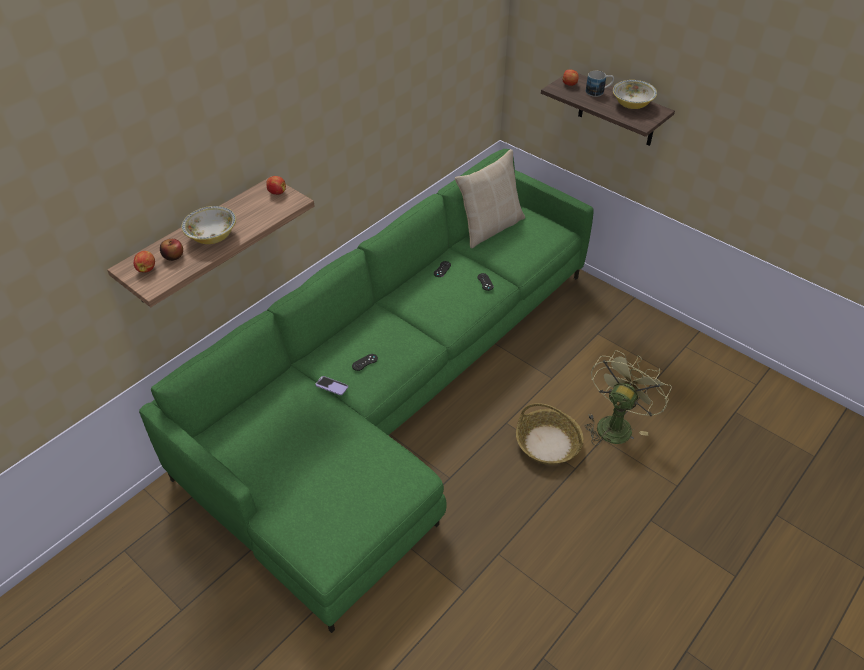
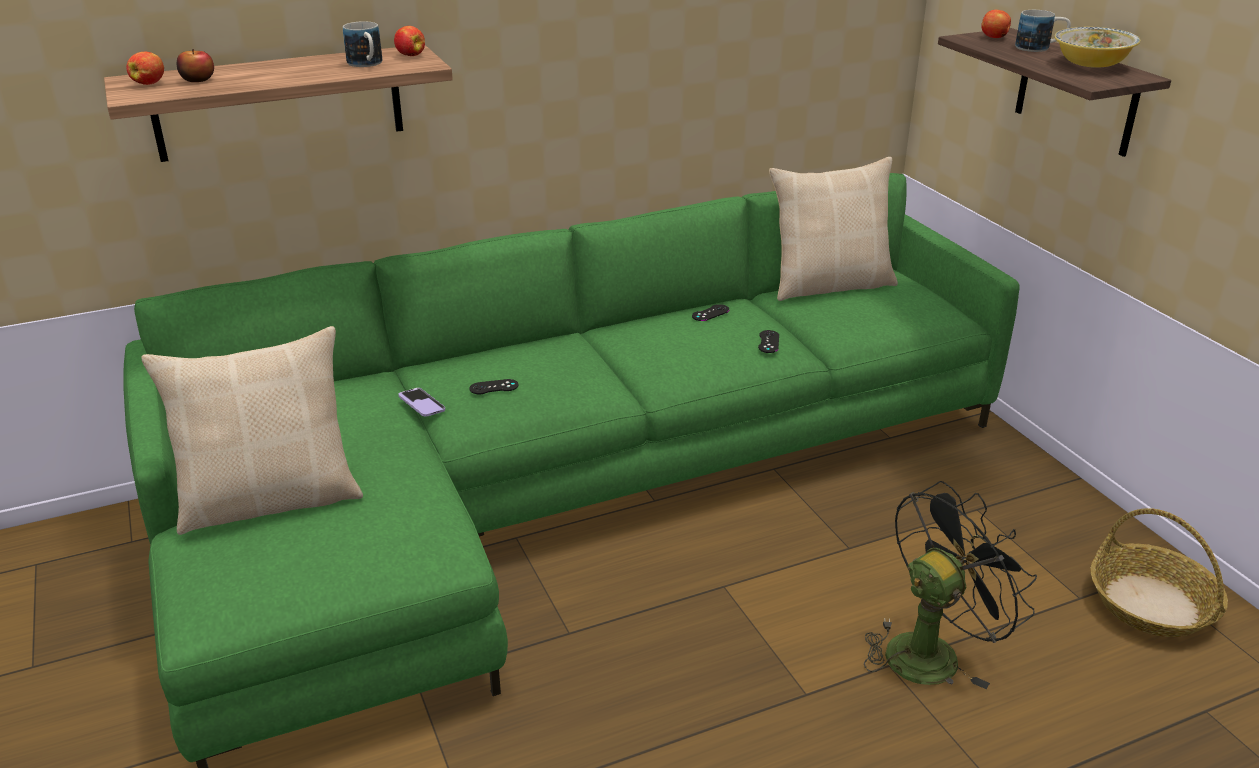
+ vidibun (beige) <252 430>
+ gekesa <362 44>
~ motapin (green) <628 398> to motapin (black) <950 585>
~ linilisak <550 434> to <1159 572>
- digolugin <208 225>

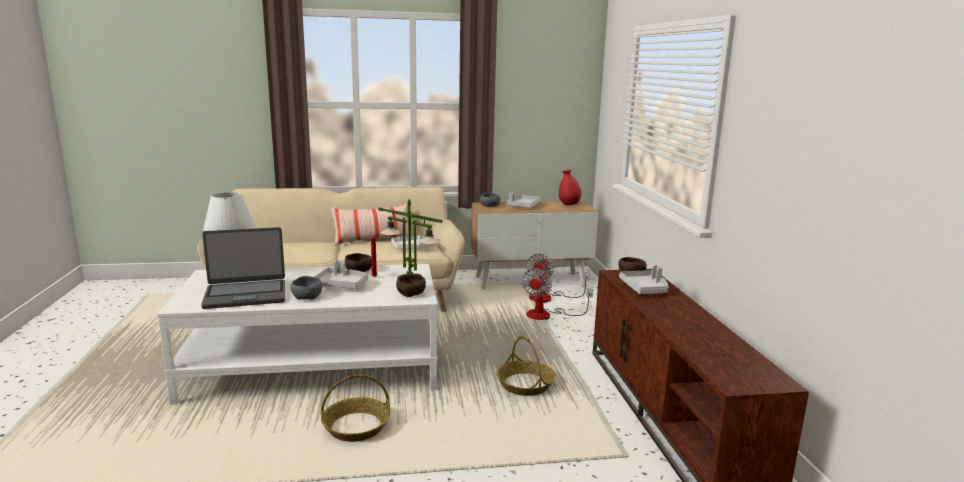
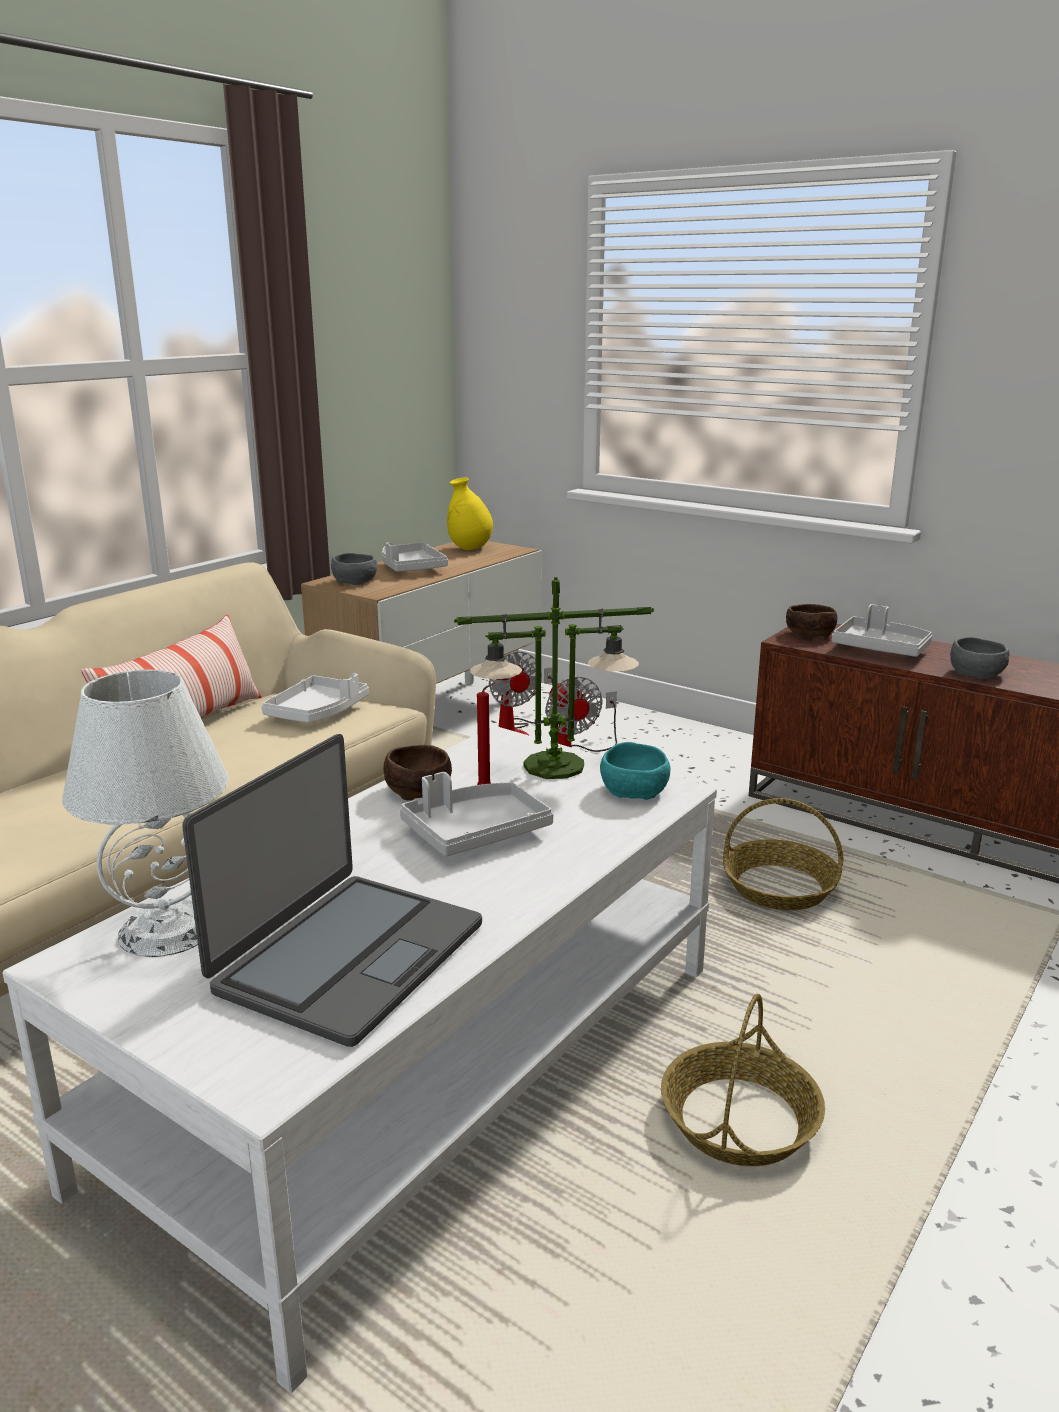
~ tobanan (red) <570 187> to tobanan (yellow) <470 514>
~ digolugin (brown) <411 285> to digolugin (turquoise) <635 771>
~ digolugin (grey) <306 288> to <980 658>

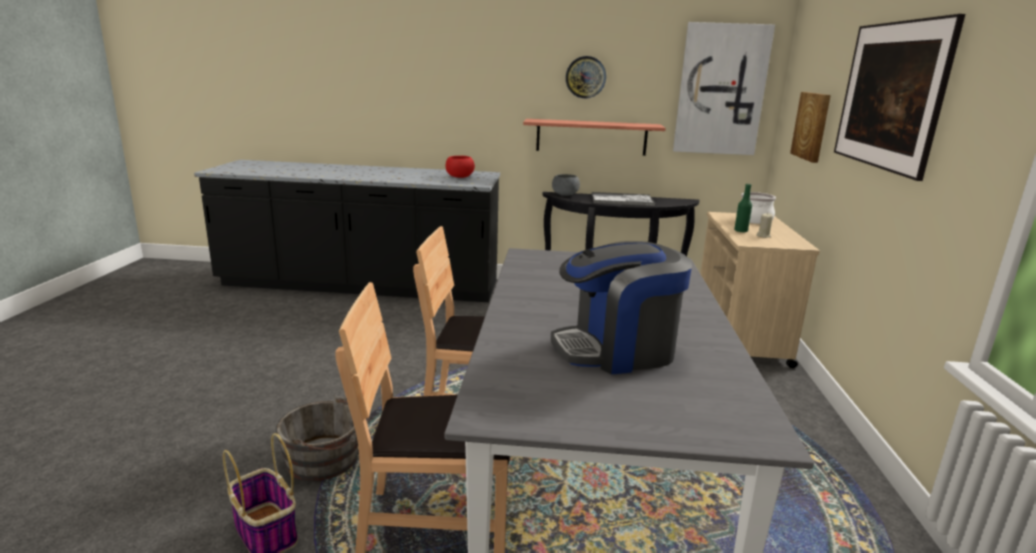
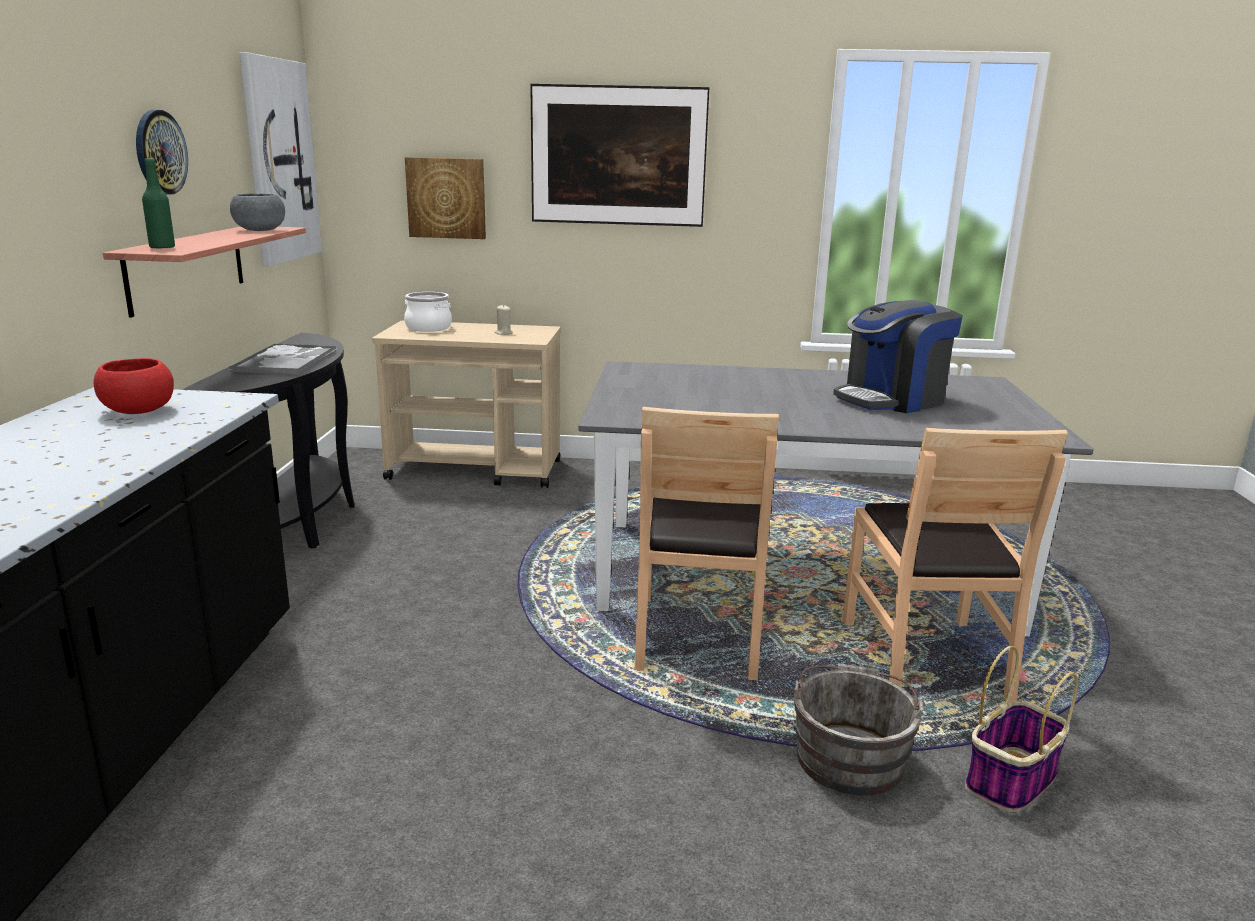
~ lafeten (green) <743 208> to <158 203>
~ digolugin (grey) <566 185> to <257 212>
~ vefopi <621 308> = <898 356> 75 degrees clockwise

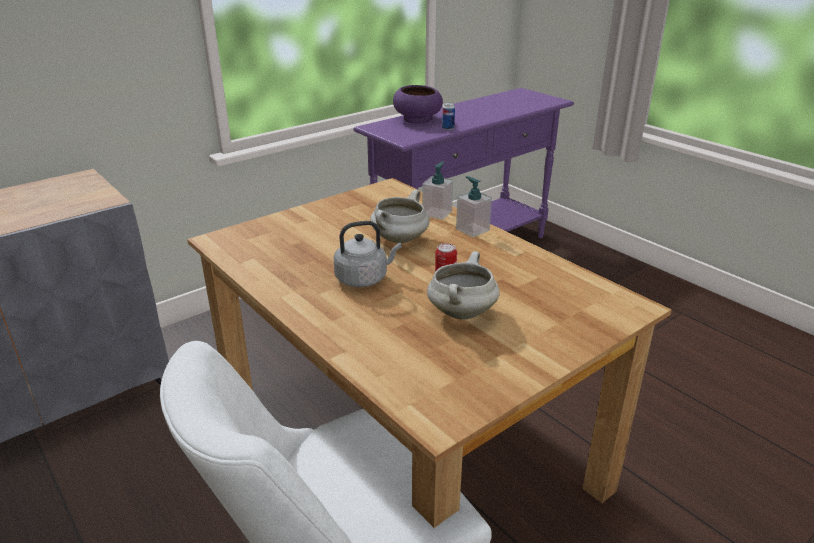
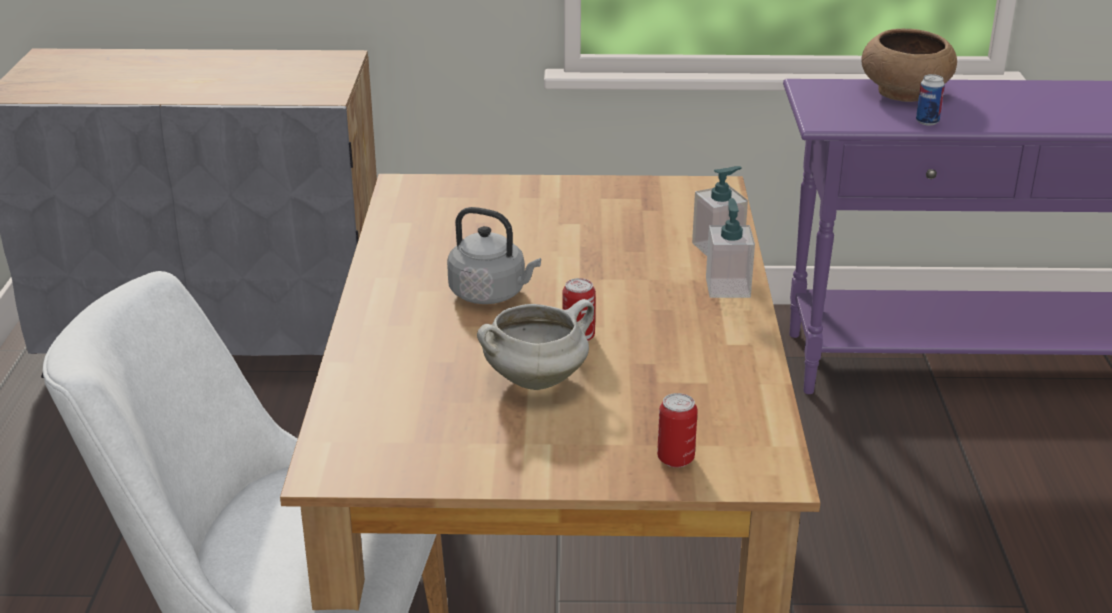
+ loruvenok <677 430>
~ digolugin (purple) <418 104> to digolugin (brown) <909 65>
- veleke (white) <400 216>

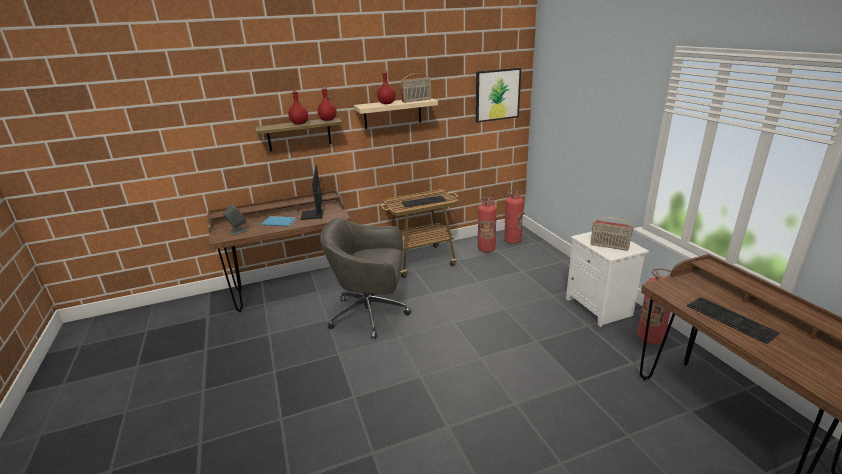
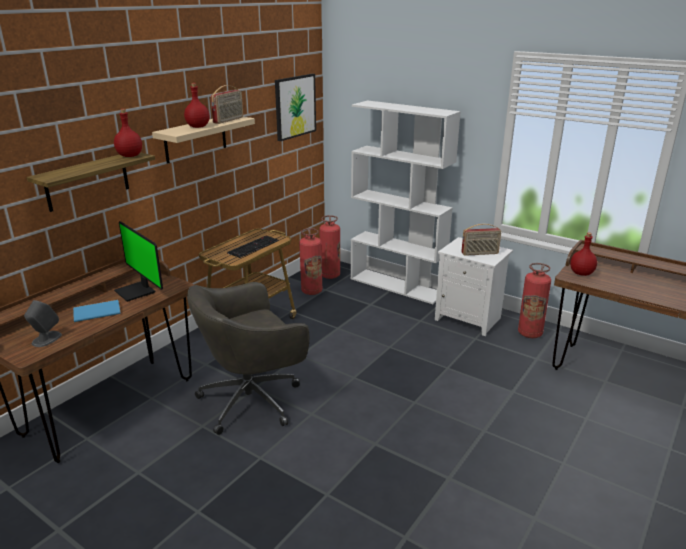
+ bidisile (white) <406 202>
~ lafeten (red) <298 107> to <583 254>
- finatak <733 320>

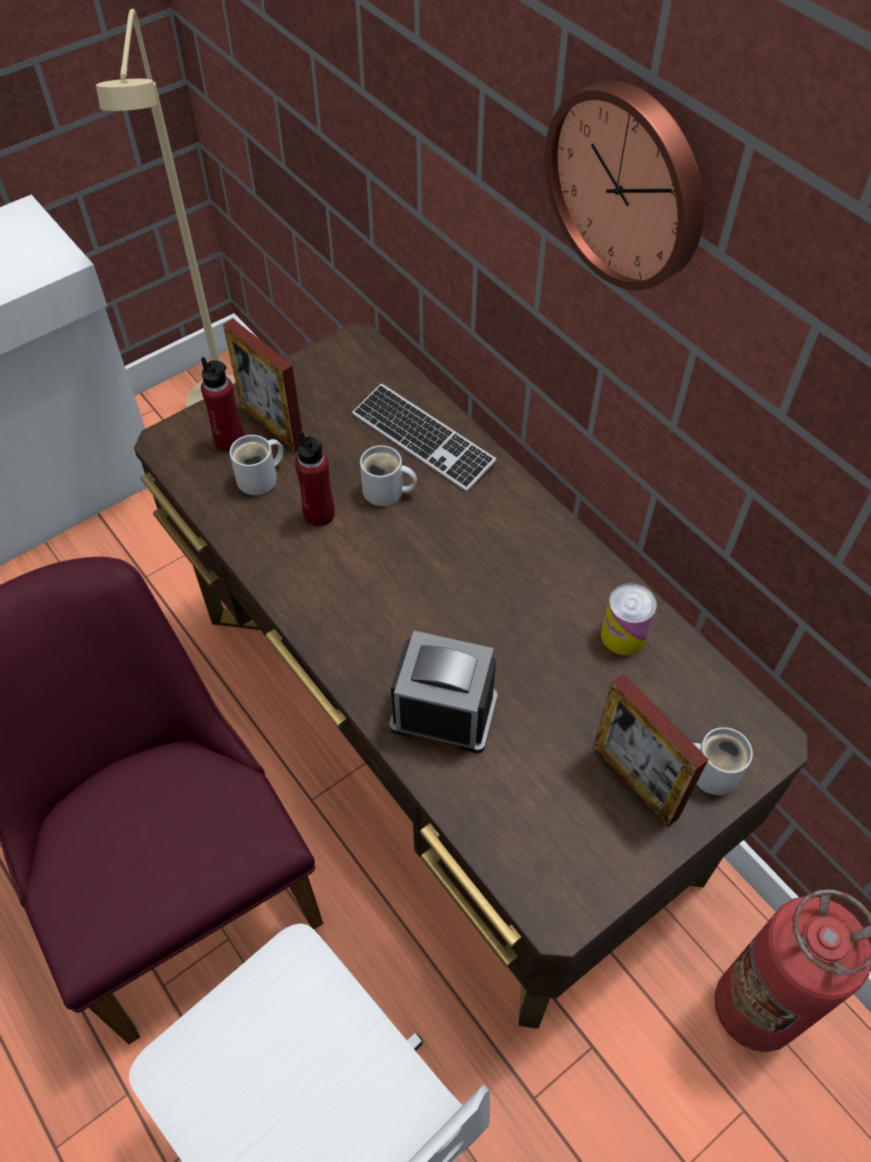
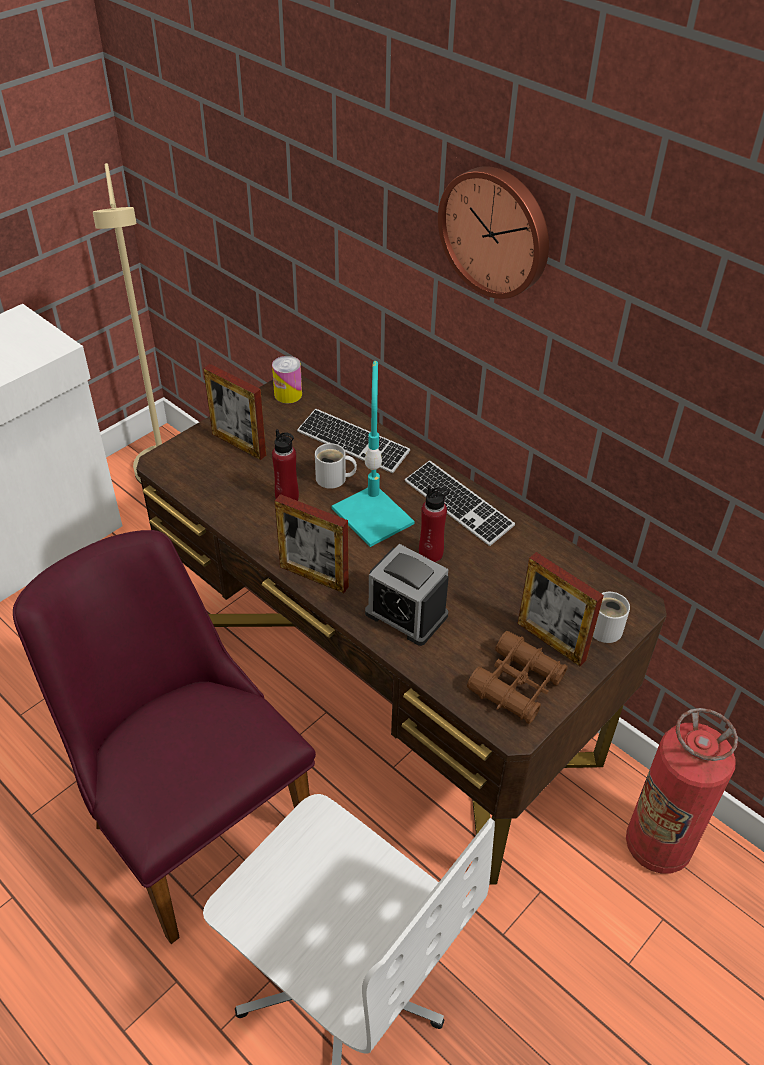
~ loruvenok <629 619> to <287 379>
+ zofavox <312 543>
+ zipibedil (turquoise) <373 454>
~ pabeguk <443 692> = <407 595> 150 degrees counterclockwise
+ finatak <460 503>
~ lafeten (red) <222 404> to <434 524>
+ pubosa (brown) <517 677>
- gekesa (white) <256 465>

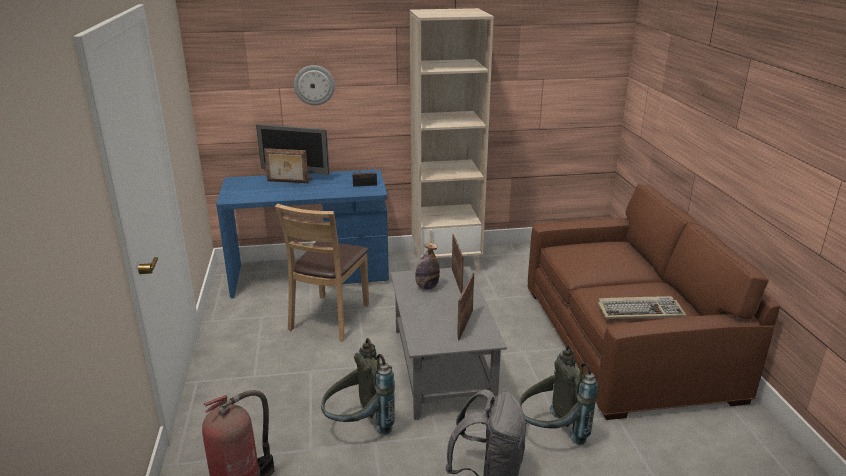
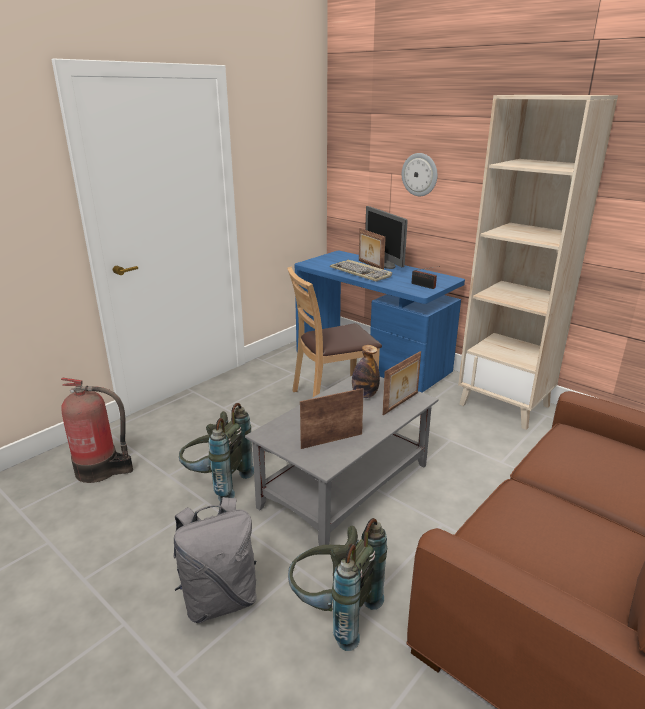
~ finatak <642 307> to <361 271>

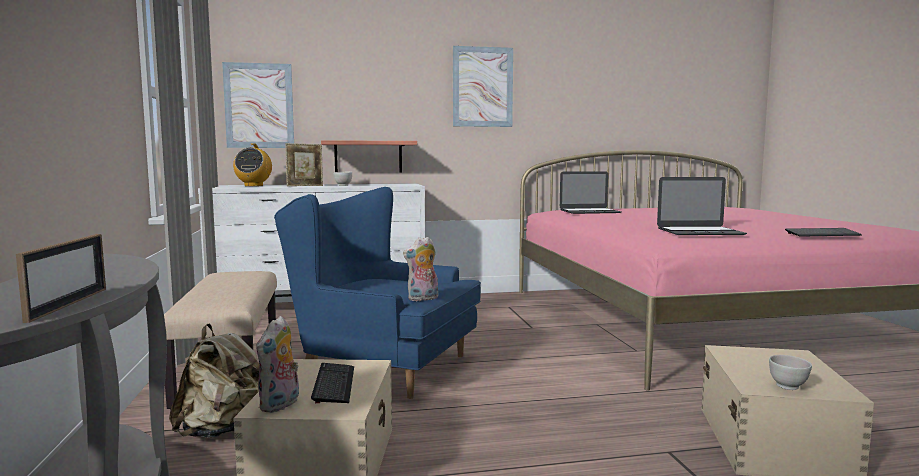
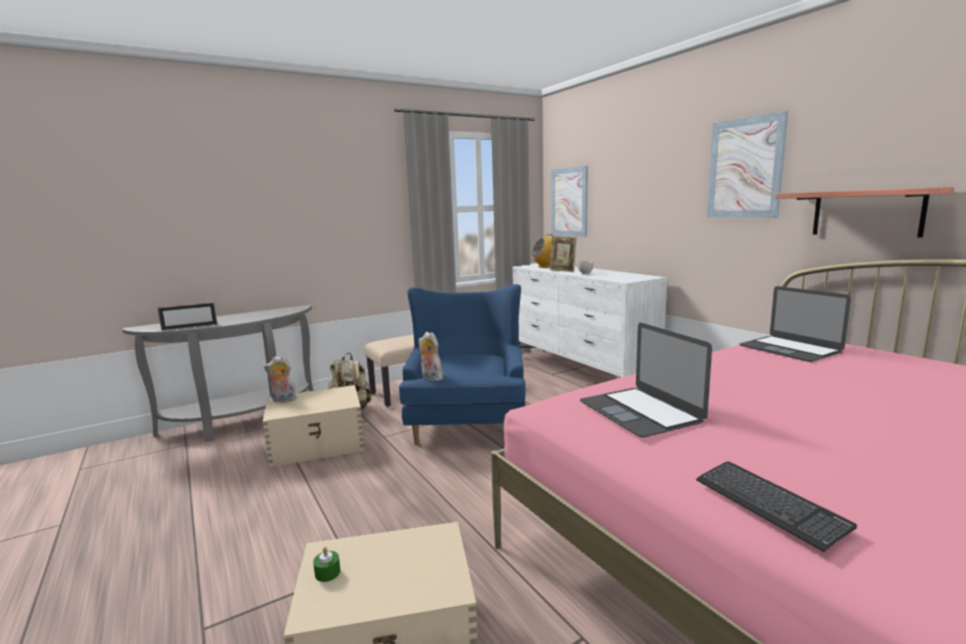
~ digolugin (white) <790 372> to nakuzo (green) <326 564>
~ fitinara <369 156> to <864 212>
- finatak <332 383>

